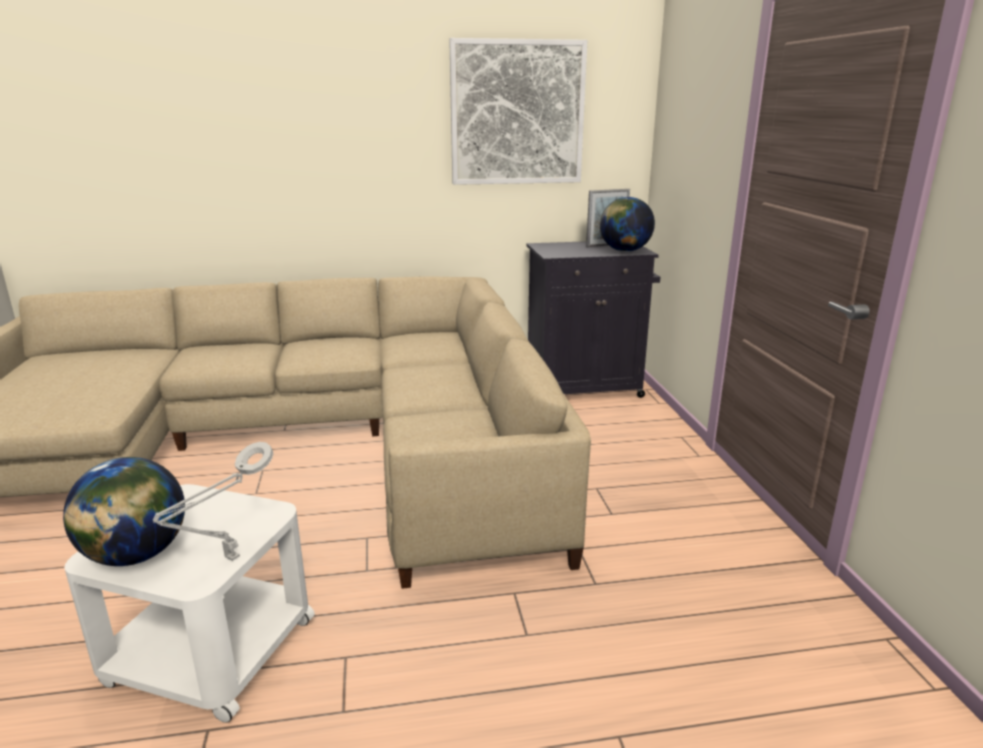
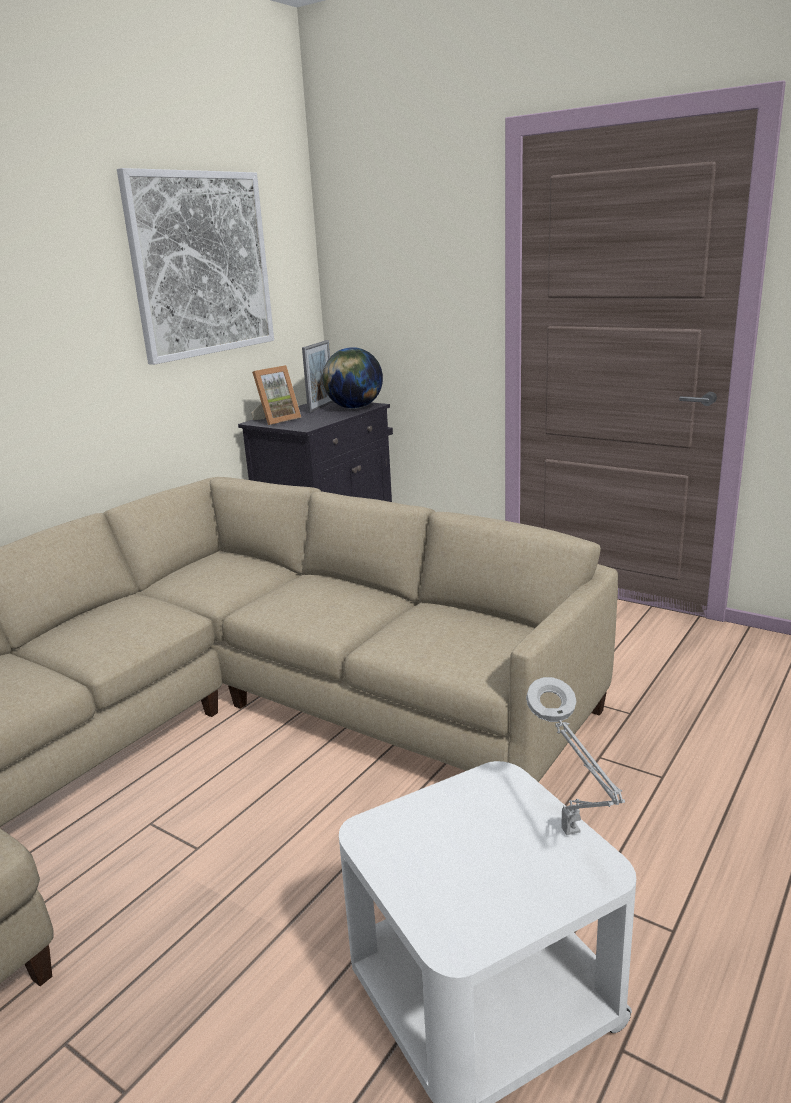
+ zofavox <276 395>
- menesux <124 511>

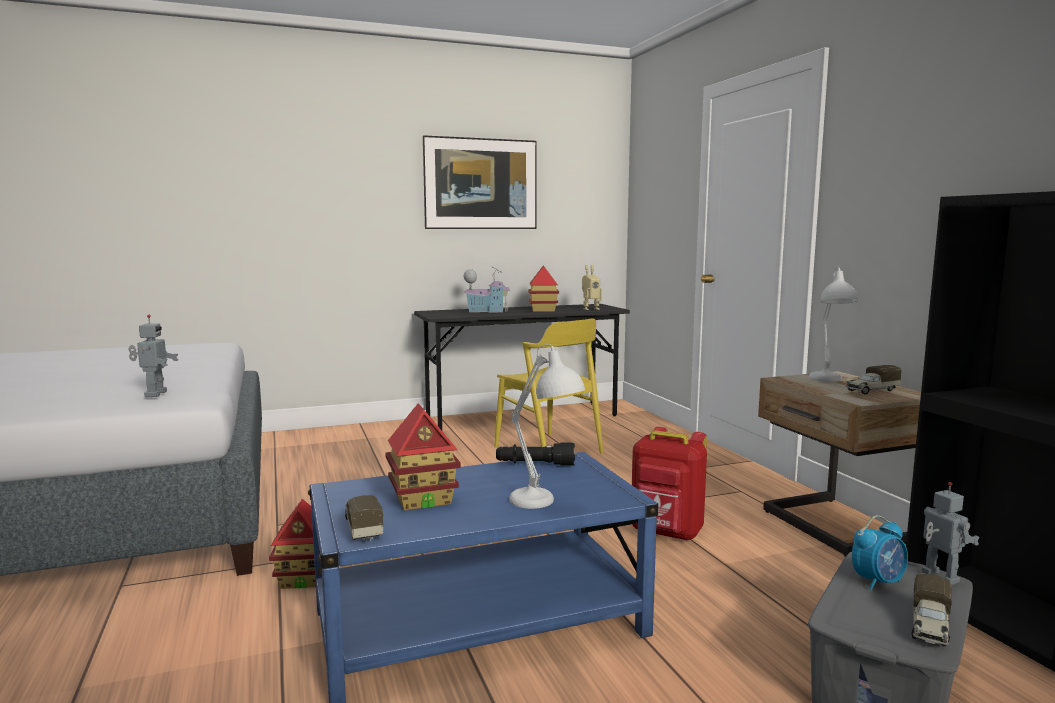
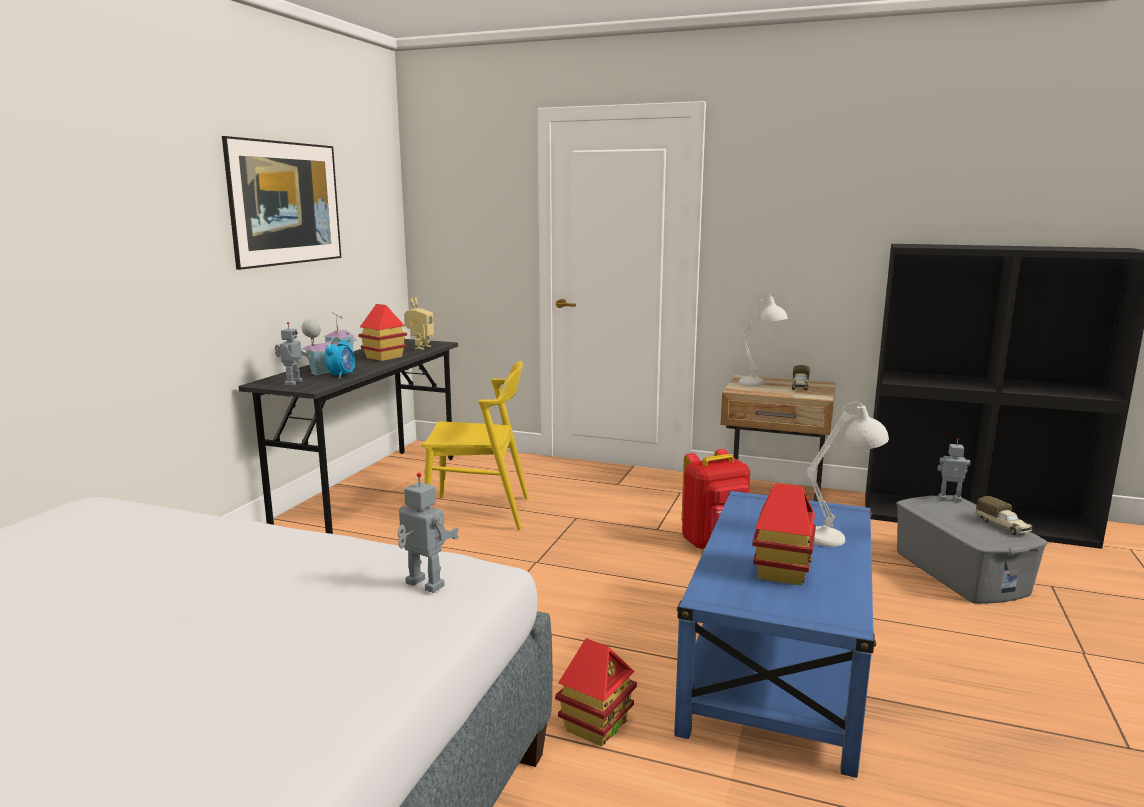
+ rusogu <293 354>
~ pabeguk <880 553> to <340 358>
- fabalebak <364 518>
- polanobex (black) <535 454>

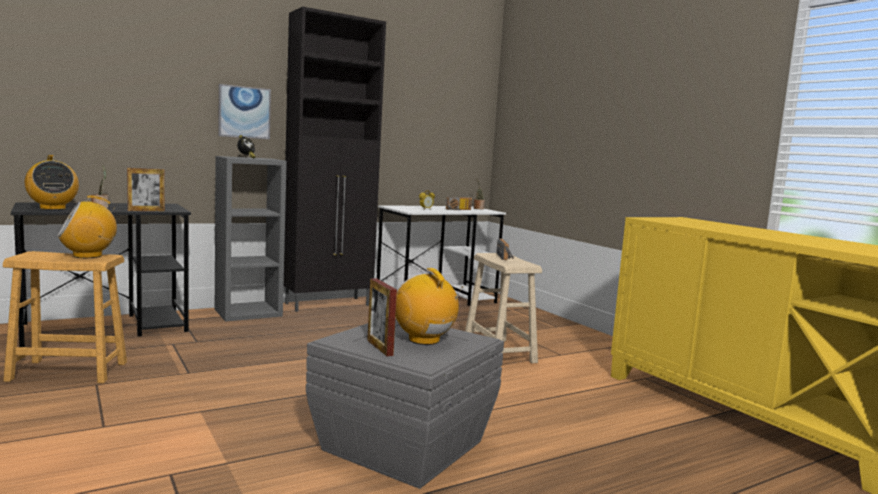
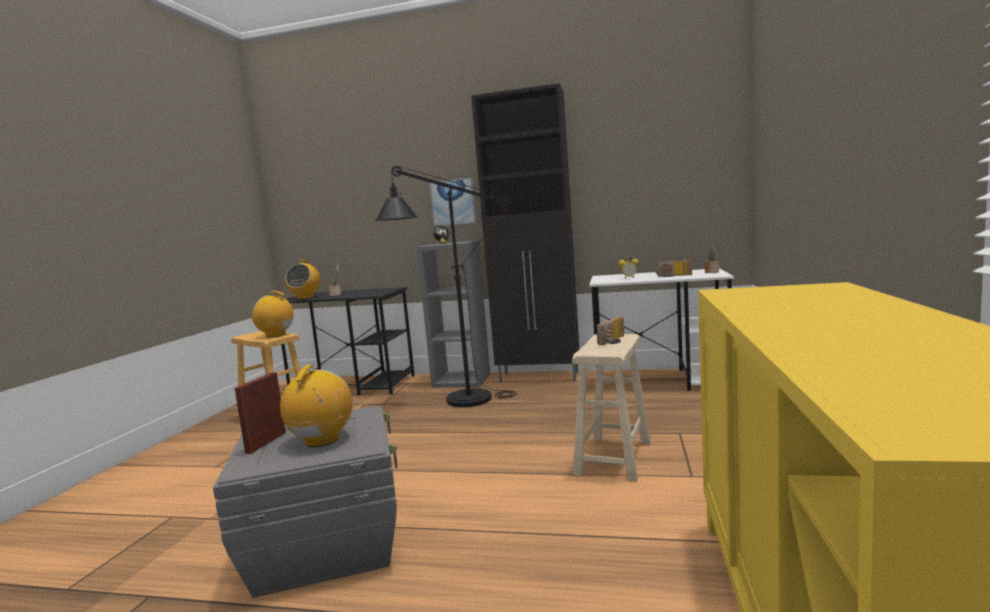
+ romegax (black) <445 286>
- zofavox <146 189>

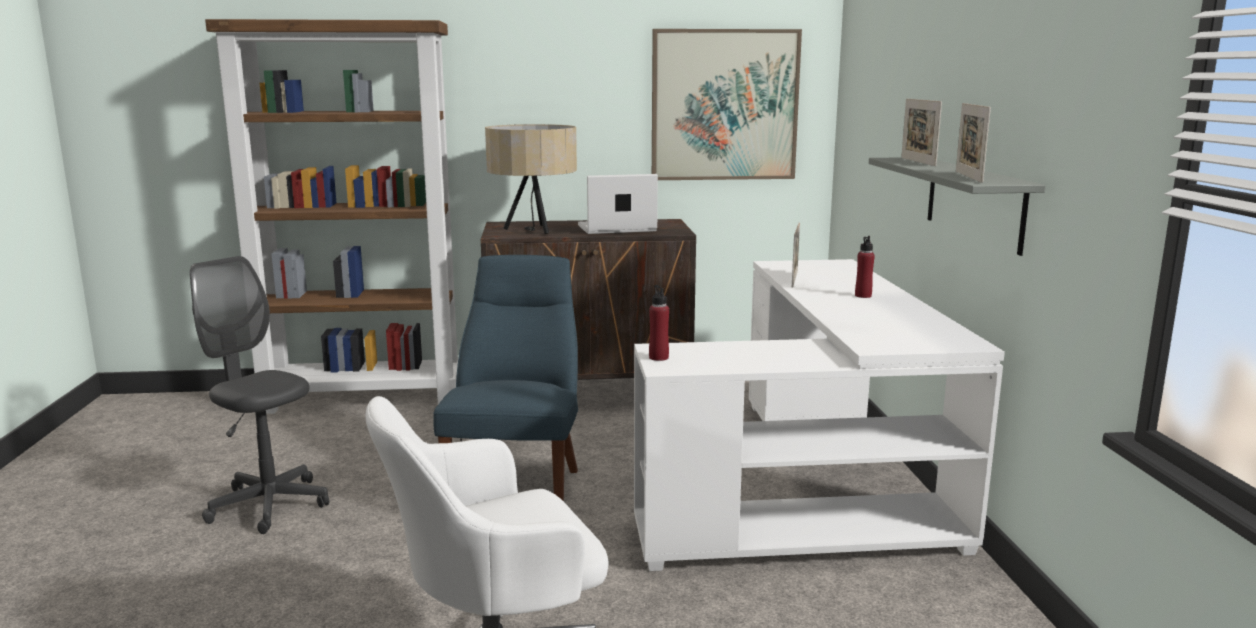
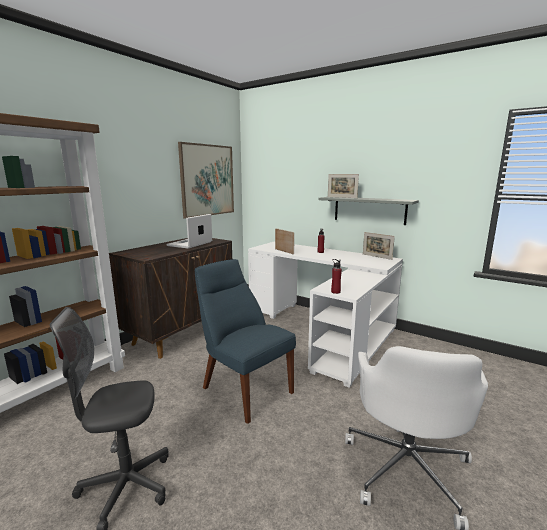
~ zofavox <973 143> to <379 246>
- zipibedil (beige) <531 179>

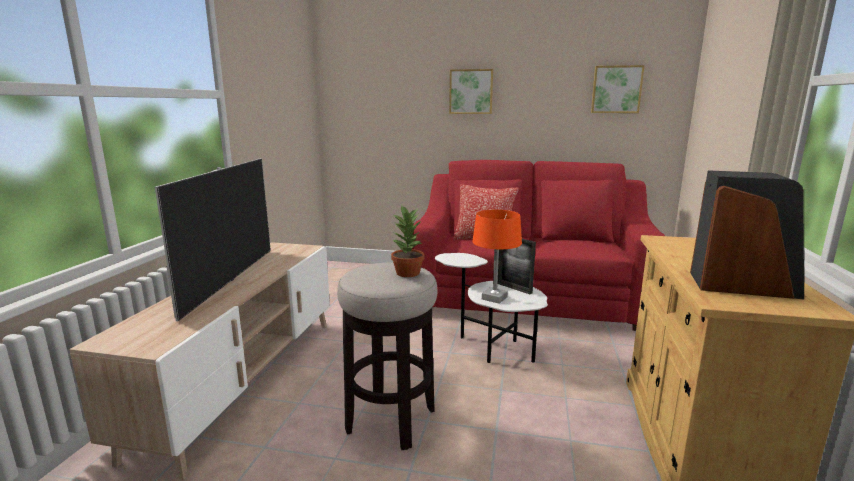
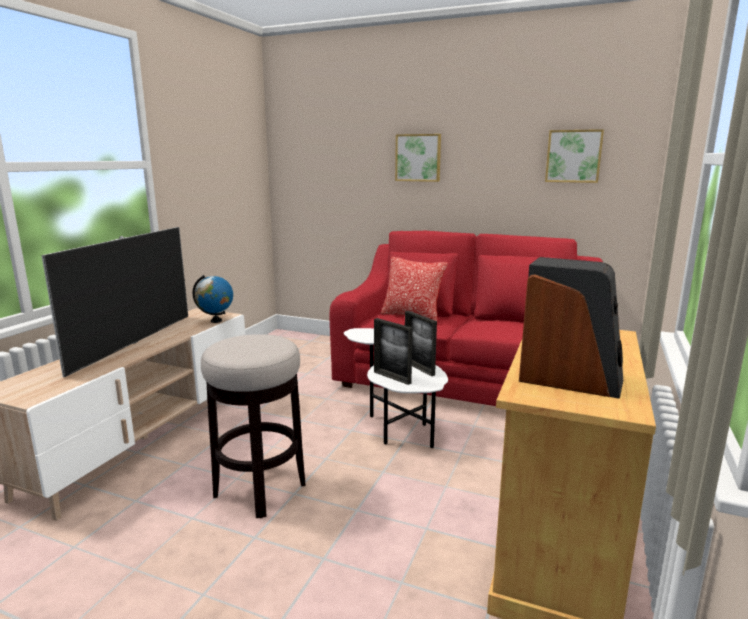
+ menesux <213 299>
~ zipibedil (orange) <497 257> to zofavox <393 351>
- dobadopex <407 241>

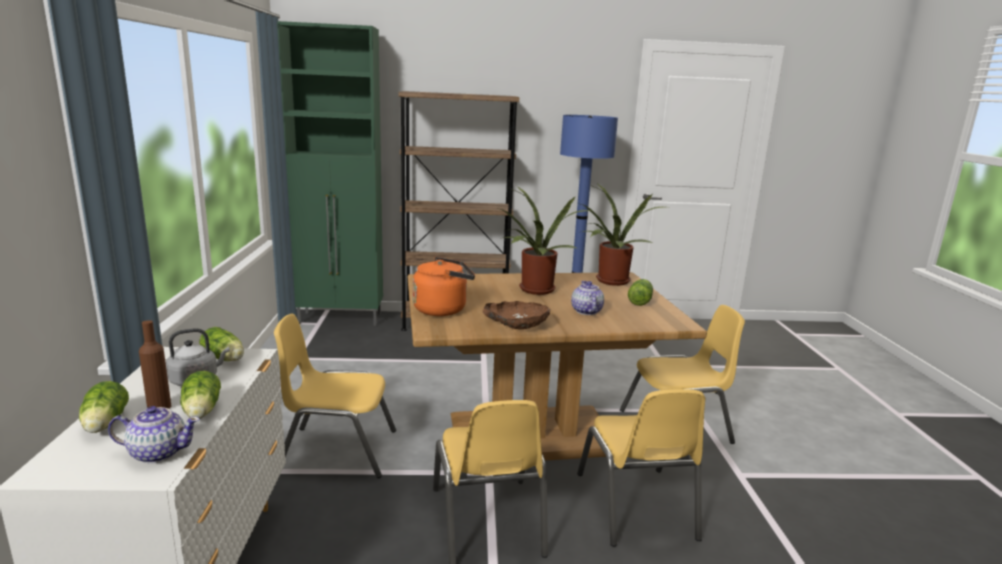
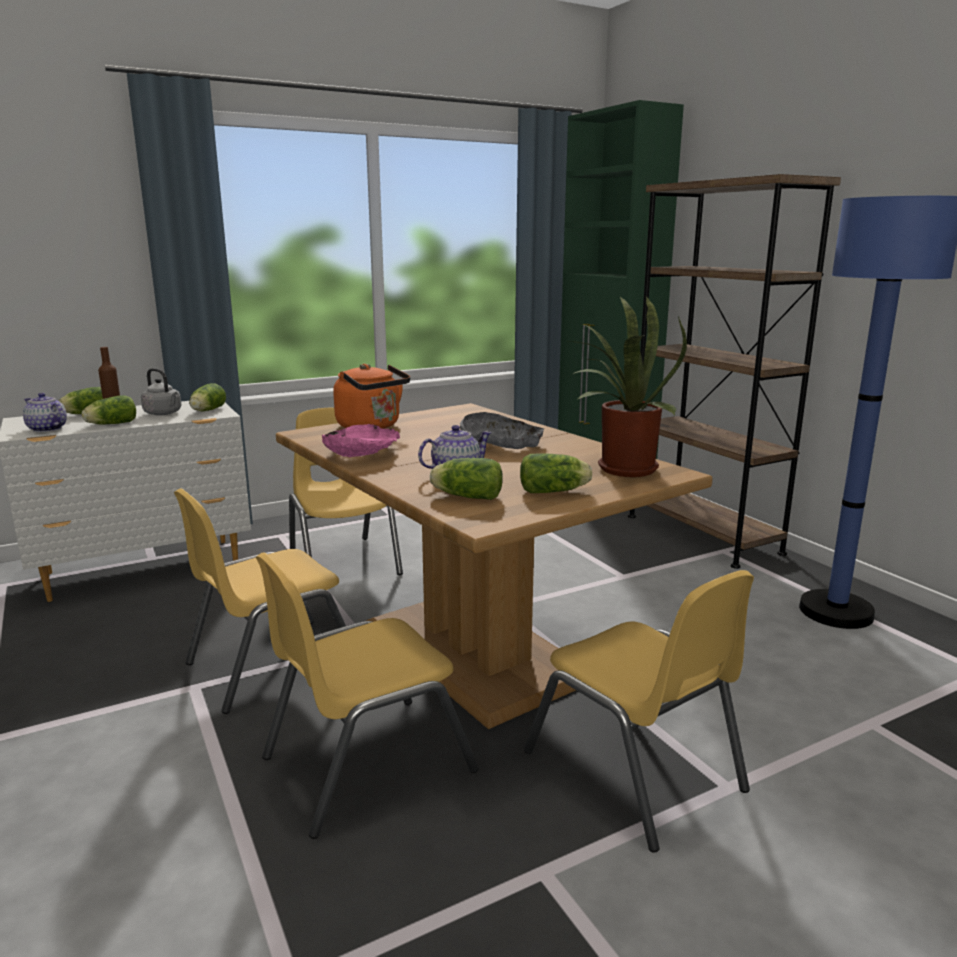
~ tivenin <154 434> = <45 412> 150 degrees clockwise
~ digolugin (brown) <516 315> to digolugin (pink) <361 440>
+ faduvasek <466 479>
~ dobadopex <544 240> to digolugin (grey) <502 430>

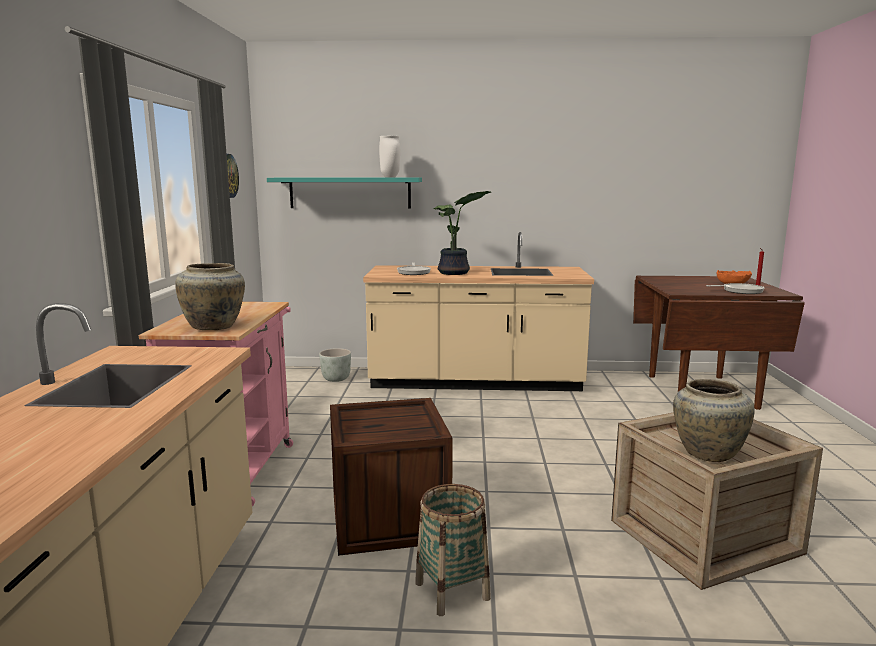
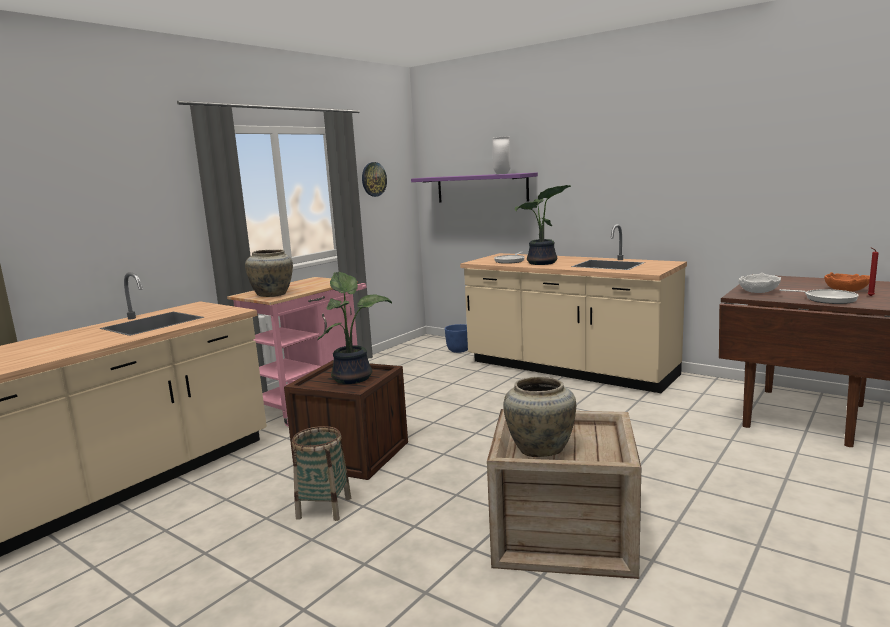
+ dobadopex <354 328>
~ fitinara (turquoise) <344 193> to fitinara (purple) <474 187>
~ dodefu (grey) <335 365> to dodefu (blue) <456 338>
+ digolugin (white) <759 283>

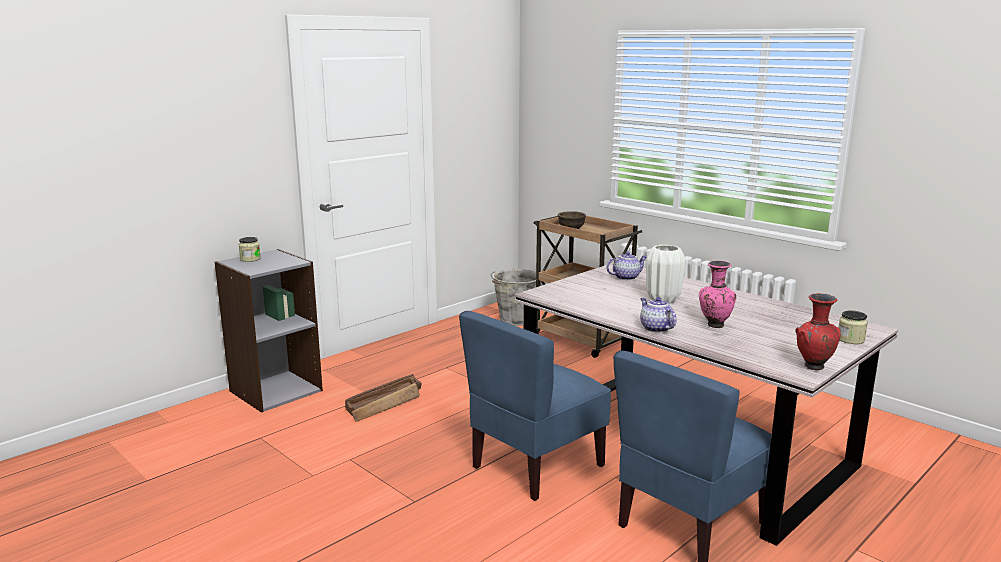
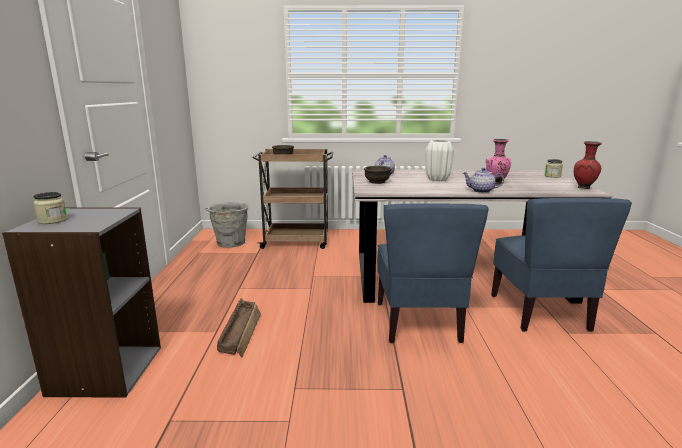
+ digolugin (brown) <378 175>

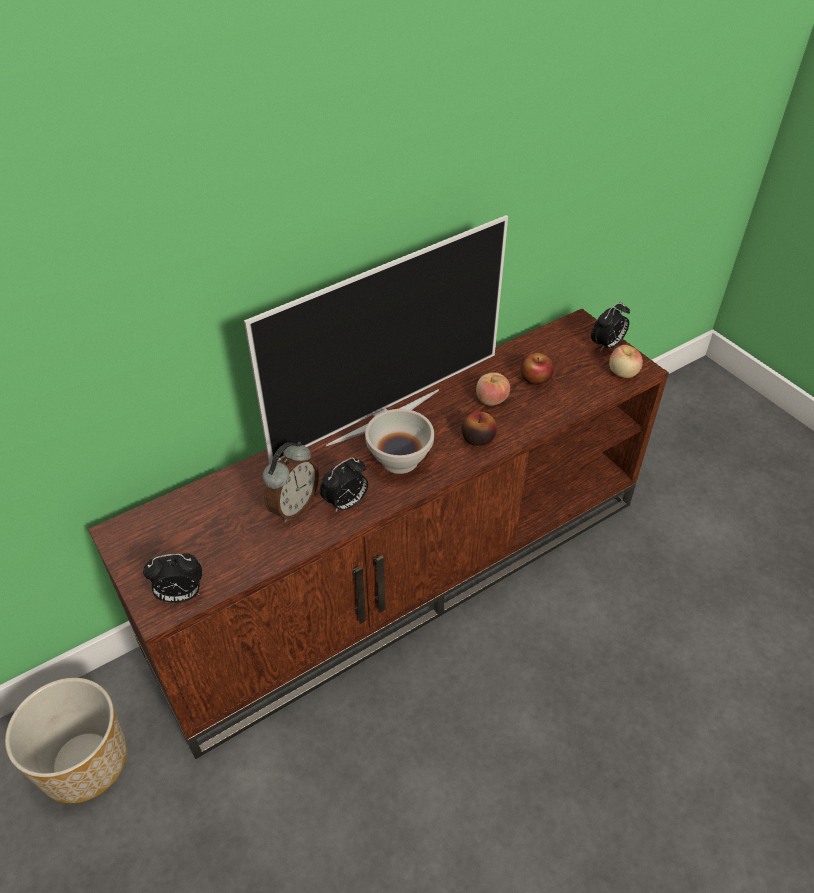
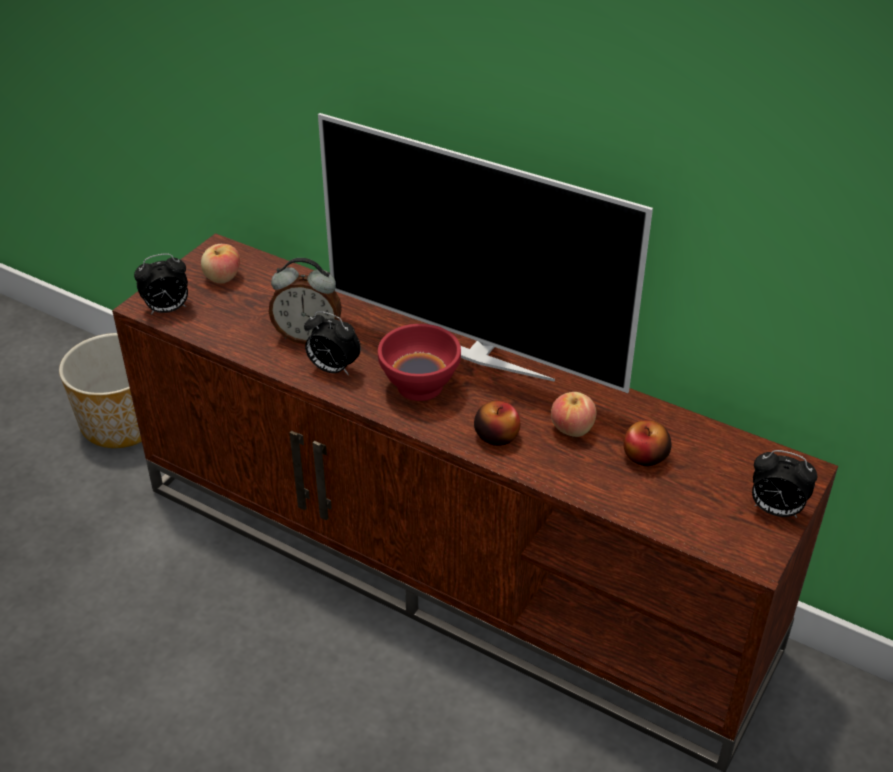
~ pabeguk <172 578> = <161 284> 75 degrees counterclockwise
~ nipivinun <626 361> to <220 264>
~ digolugin (white) <399 441> to digolugin (red) <419 362>

